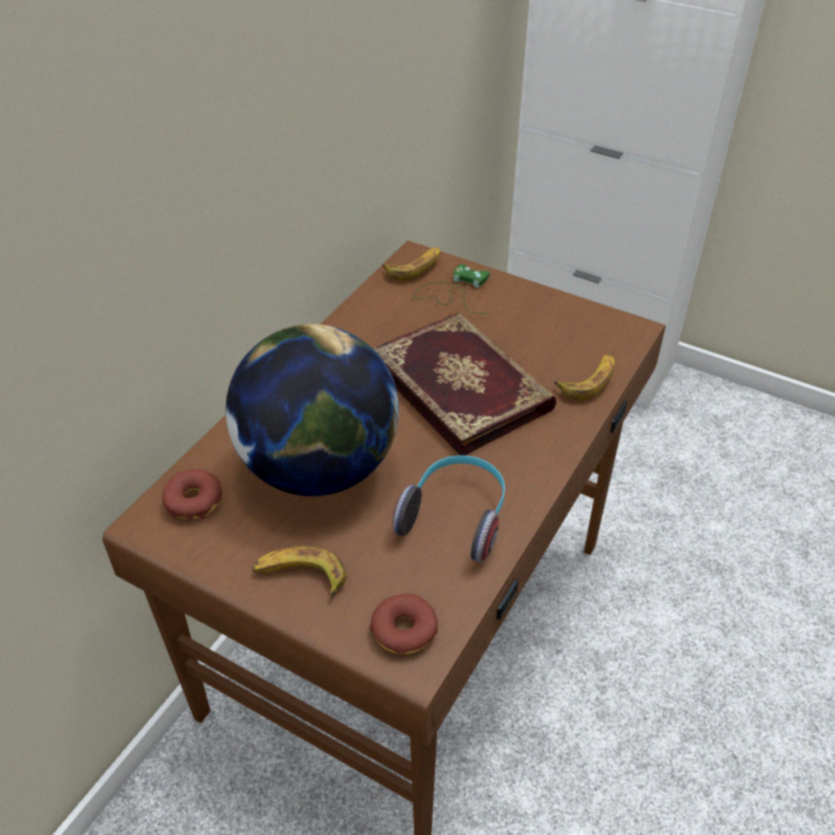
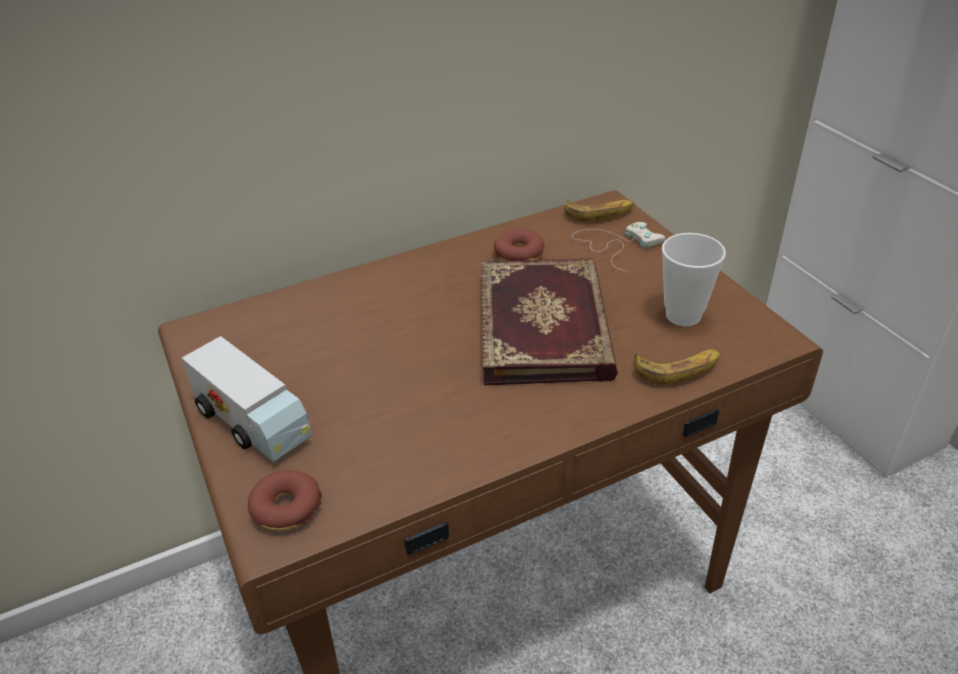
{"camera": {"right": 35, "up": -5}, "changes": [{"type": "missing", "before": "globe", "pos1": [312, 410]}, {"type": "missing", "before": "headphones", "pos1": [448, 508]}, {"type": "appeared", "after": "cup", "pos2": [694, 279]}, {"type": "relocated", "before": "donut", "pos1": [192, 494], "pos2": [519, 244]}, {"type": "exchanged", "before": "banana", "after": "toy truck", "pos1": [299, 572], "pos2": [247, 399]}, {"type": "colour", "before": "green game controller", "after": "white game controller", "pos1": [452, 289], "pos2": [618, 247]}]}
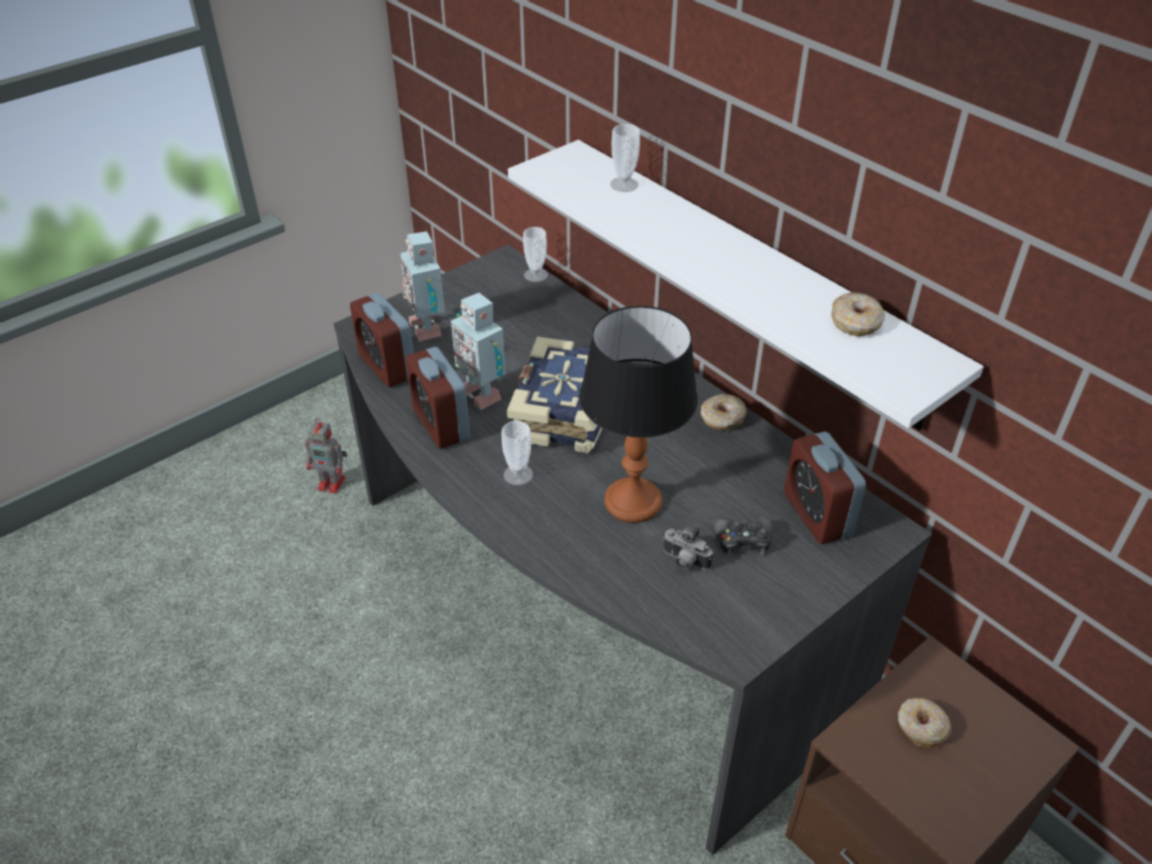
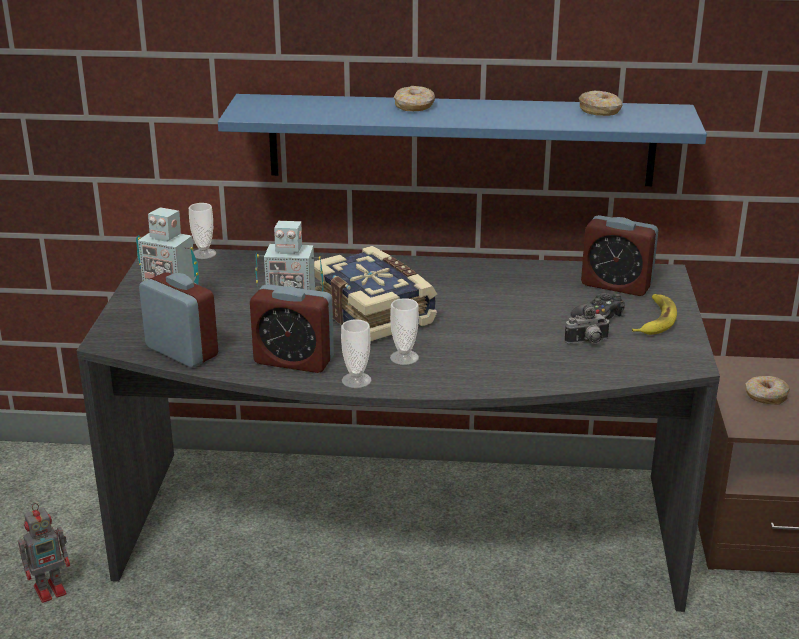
{"camera": {"right": -45, "up": -15}, "changes": [{"type": "missing", "before": "table lamp", "pos1": [639, 414]}, {"type": "appeared", "after": "banana", "pos2": [654, 314]}, {"type": "relocated", "before": "cup", "pos1": [625, 158], "pos2": [356, 353]}, {"type": "relocated", "before": "donut", "pos1": [723, 412], "pos2": [414, 98]}, {"type": "colour", "before": "white shelf", "after": "blue shelf", "pos1": [746, 285], "pos2": [462, 140]}, {"type": "spun", "before": "alarm clock", "pos1": [382, 340], "pos2": [178, 319], "turn": -150}]}
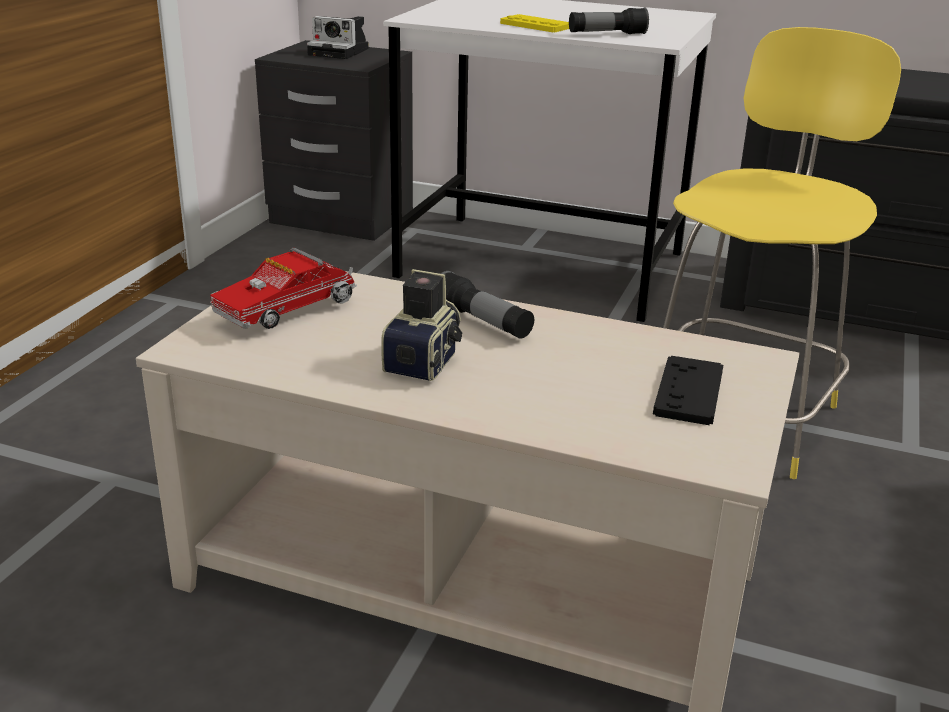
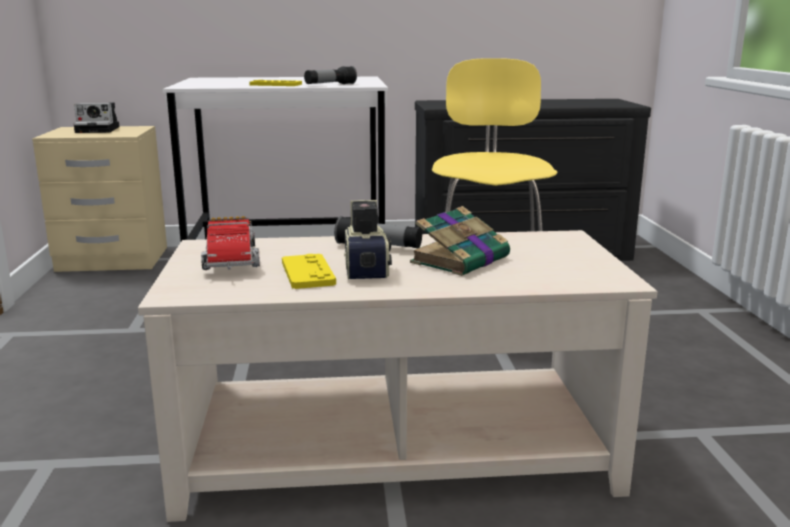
{"camera": {"right": -25, "up": -10}, "changes": [{"type": "missing", "before": "black game controller", "pos1": [688, 390]}, {"type": "appeared", "after": "yellow game controller", "pos2": [309, 271]}, {"type": "appeared", "after": "book", "pos2": [460, 241]}, {"type": "colour", "before": "black nightstand", "after": "beige nightstand", "pos1": [334, 140], "pos2": [99, 199]}, {"type": "spun", "before": "toy truck", "pos1": [283, 288], "pos2": [230, 243], "turn": 150}]}
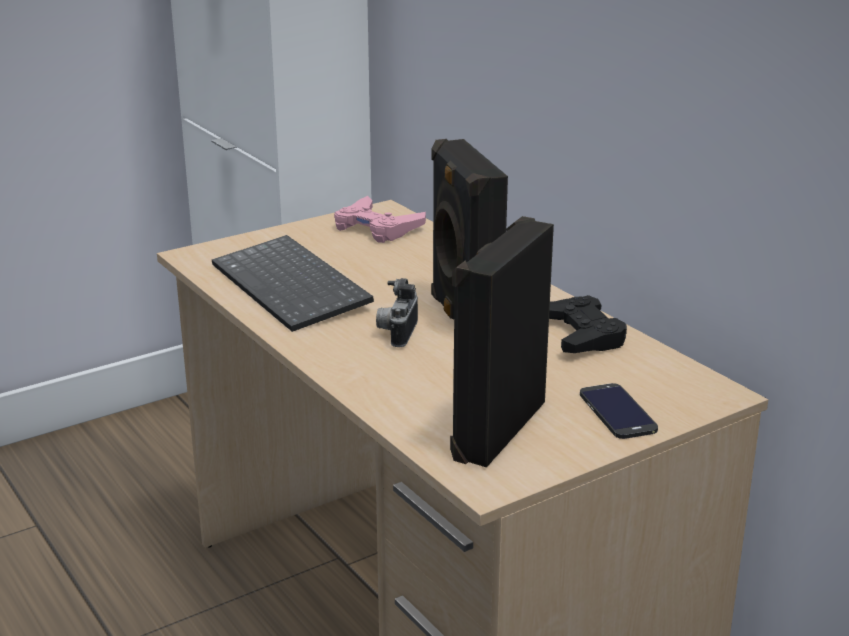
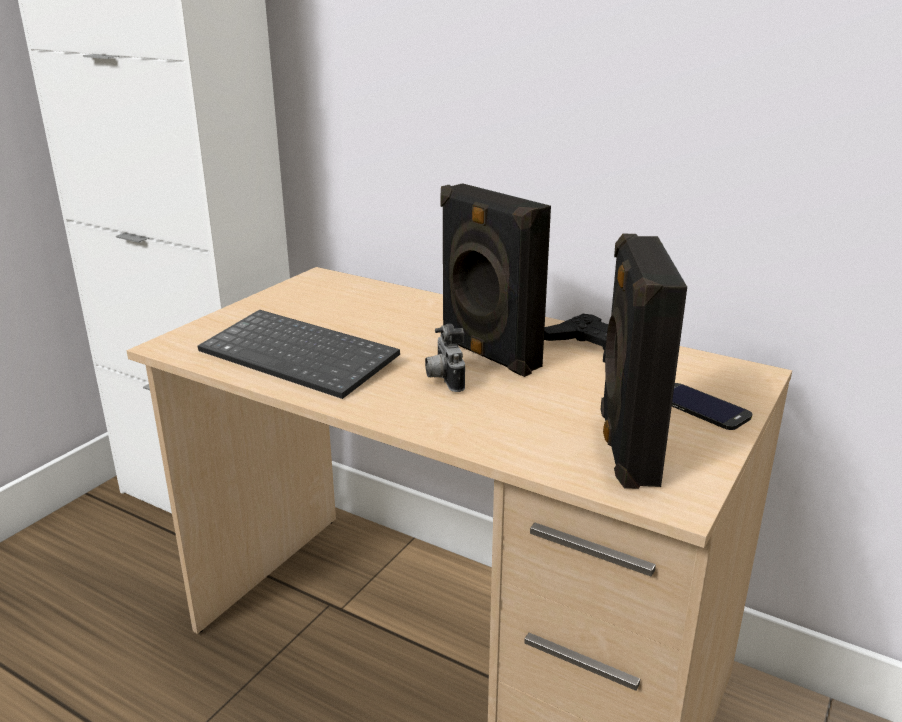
{"camera": {"right": -25, "up": 0}, "changes": [{"type": "missing", "before": "pink game controller", "pos1": [380, 219]}]}
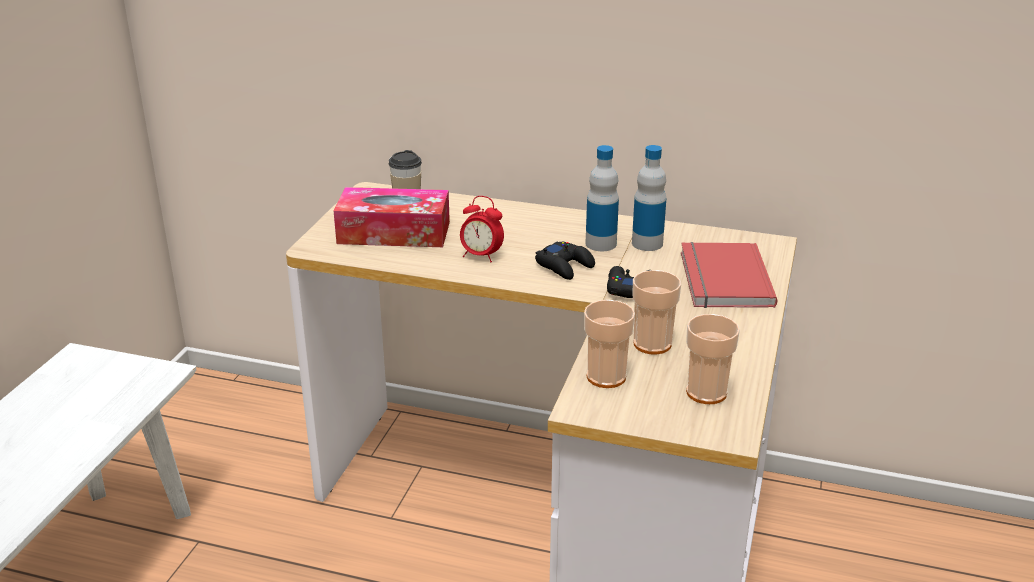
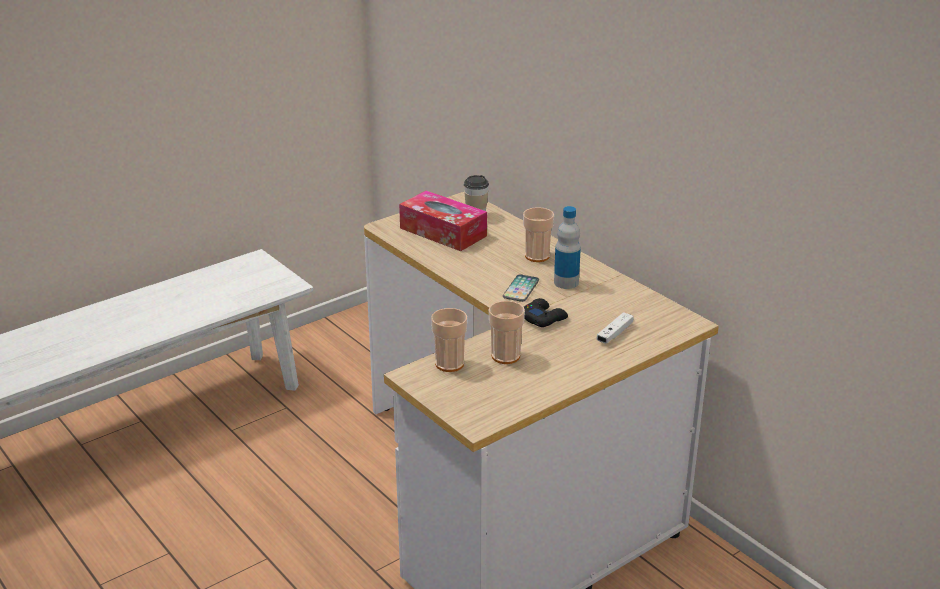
{"camera": {"right": 35, "up": 0}, "changes": [{"type": "missing", "before": "alarm clock", "pos1": [482, 229]}, {"type": "missing", "before": "bottle", "pos1": [649, 198]}, {"type": "relocated", "before": "cup", "pos1": [713, 359], "pos2": [538, 234]}, {"type": "exchanged", "before": "black game controller", "after": "phone", "pos1": [565, 261], "pos2": [521, 288]}, {"type": "exchanged", "before": "red book", "after": "white game controller", "pos1": [729, 275], "pos2": [615, 327]}]}
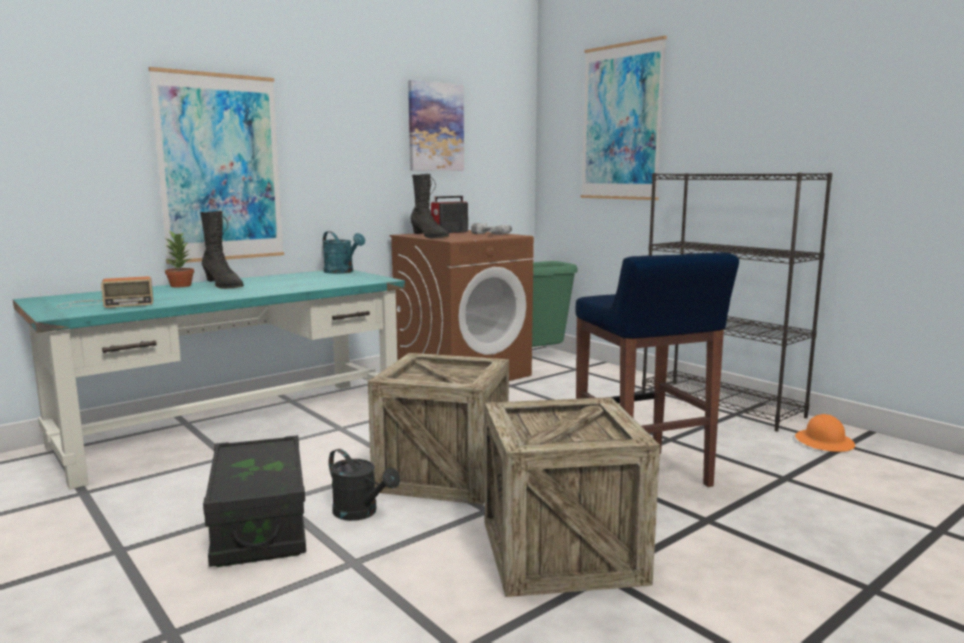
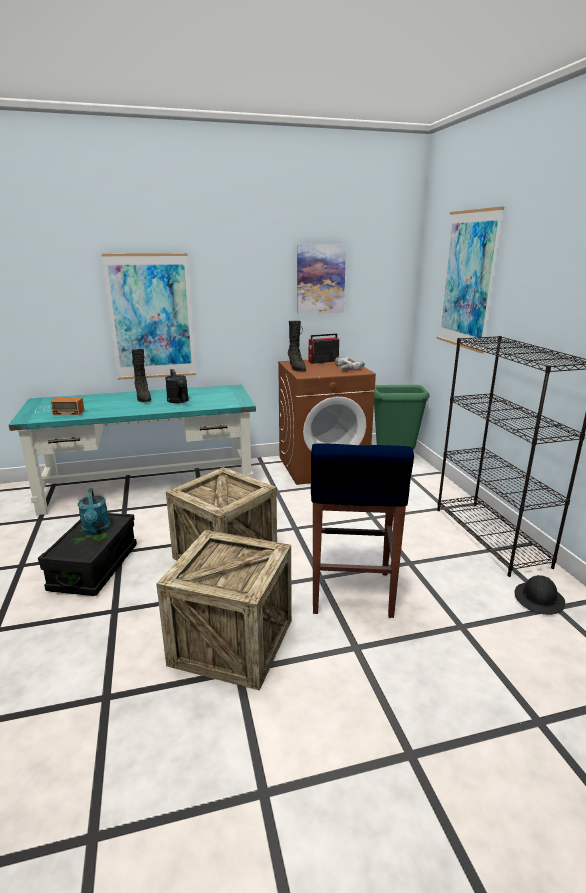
{"camera": {"right": 25, "up": 10}, "changes": [{"type": "missing", "before": "potted plant", "pos1": [179, 258]}, {"type": "relocated", "before": "turquoise watering can", "pos1": [344, 252], "pos2": [94, 511]}, {"type": "relocated", "before": "black watering can", "pos1": [364, 485], "pos2": [177, 386]}, {"type": "colour", "before": "orange hard hat", "after": "black hard hat", "pos1": [825, 433], "pos2": [539, 595]}]}
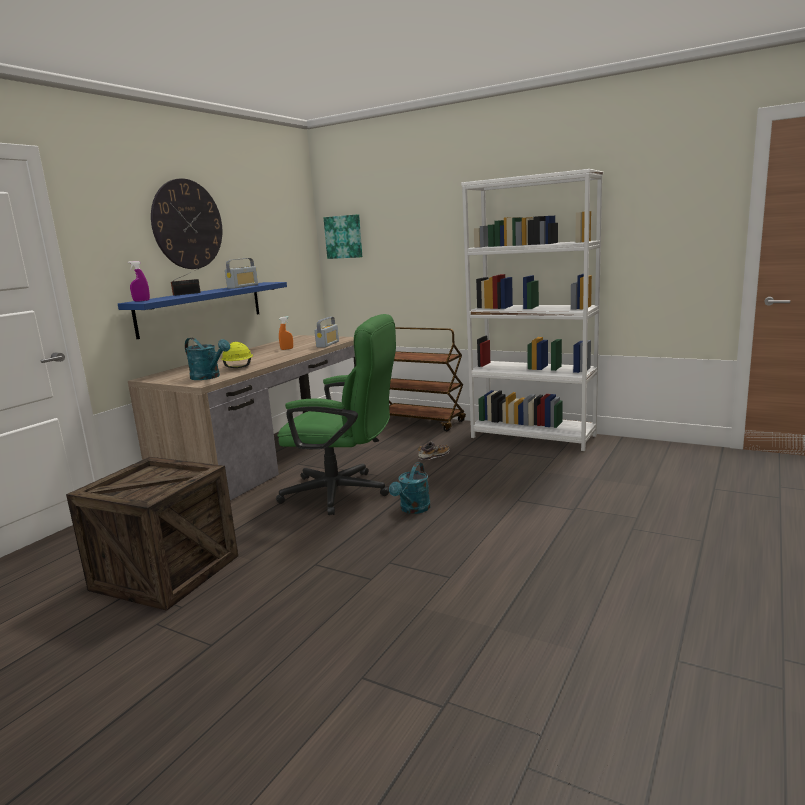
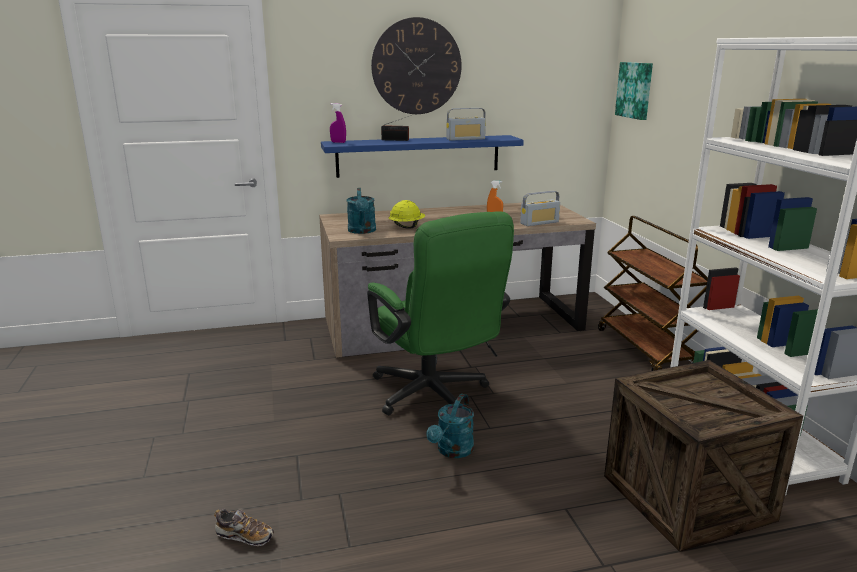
{"camera": {"right": 45, "up": 5}, "changes": [{"type": "relocated", "before": "crate", "pos1": [152, 534], "pos2": [703, 456]}, {"type": "relocated", "before": "shoe", "pos1": [434, 451], "pos2": [244, 527]}, {"type": "spun", "before": "turquoise watering can", "pos1": [410, 488], "pos2": [450, 426], "turn": -45}]}
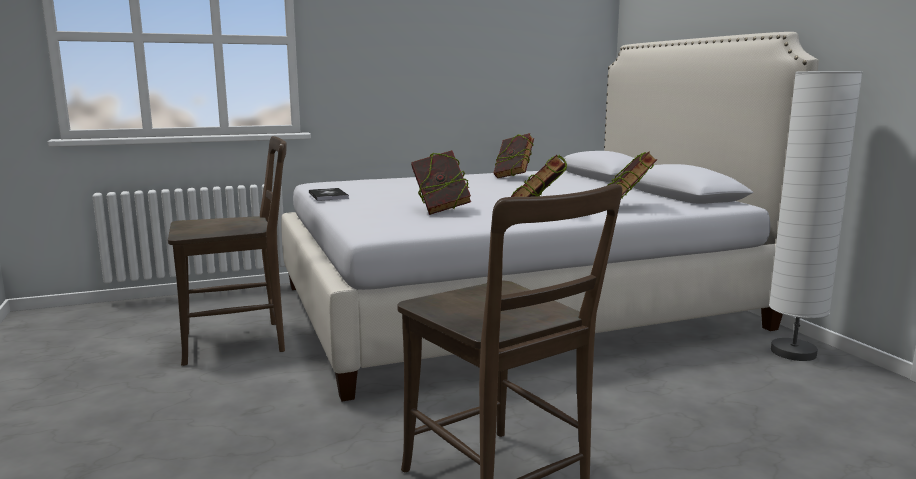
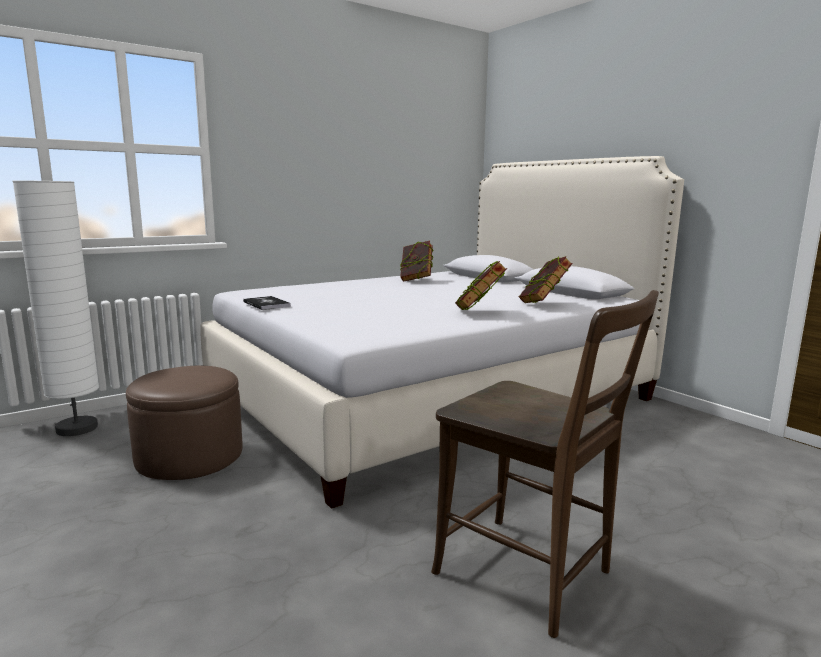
{"camera": {"right": -15, "up": 0}, "changes": [{"type": "missing", "before": "book", "pos1": [441, 182]}, {"type": "relocated", "before": "white floor lamp", "pos1": [816, 216], "pos2": [55, 308]}, {"type": "exchanged", "before": "brown chair", "after": "brown ottoman", "pos1": [227, 251], "pos2": [184, 423]}]}
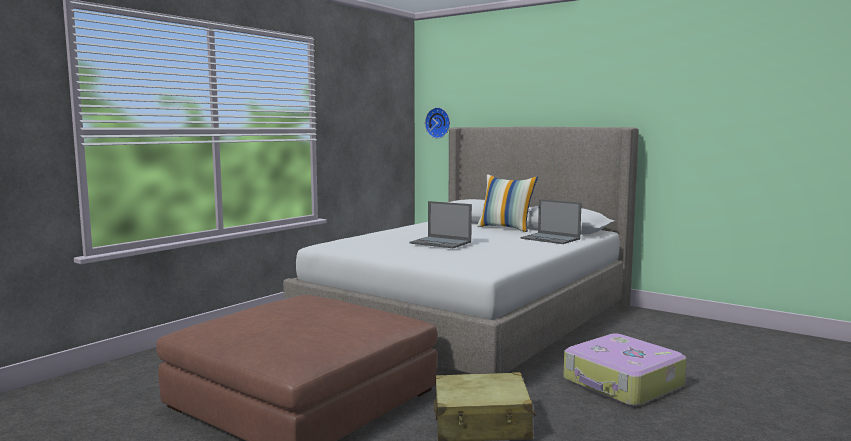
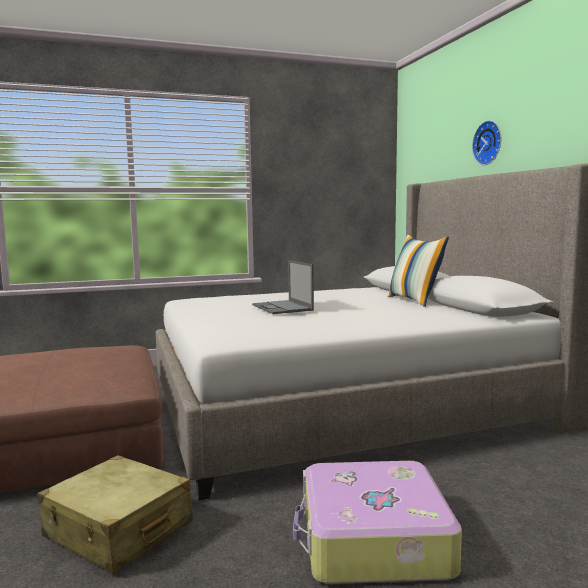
{"camera": {"right": 35, "up": 0}, "changes": [{"type": "missing", "before": "laptop", "pos1": [551, 221]}, {"type": "relocated", "before": "wall clock", "pos1": [437, 122], "pos2": [486, 142]}]}
